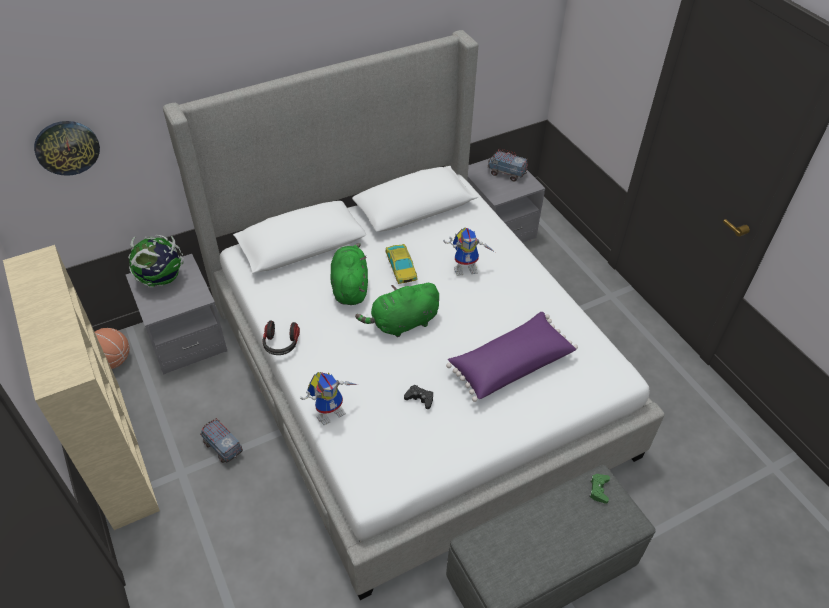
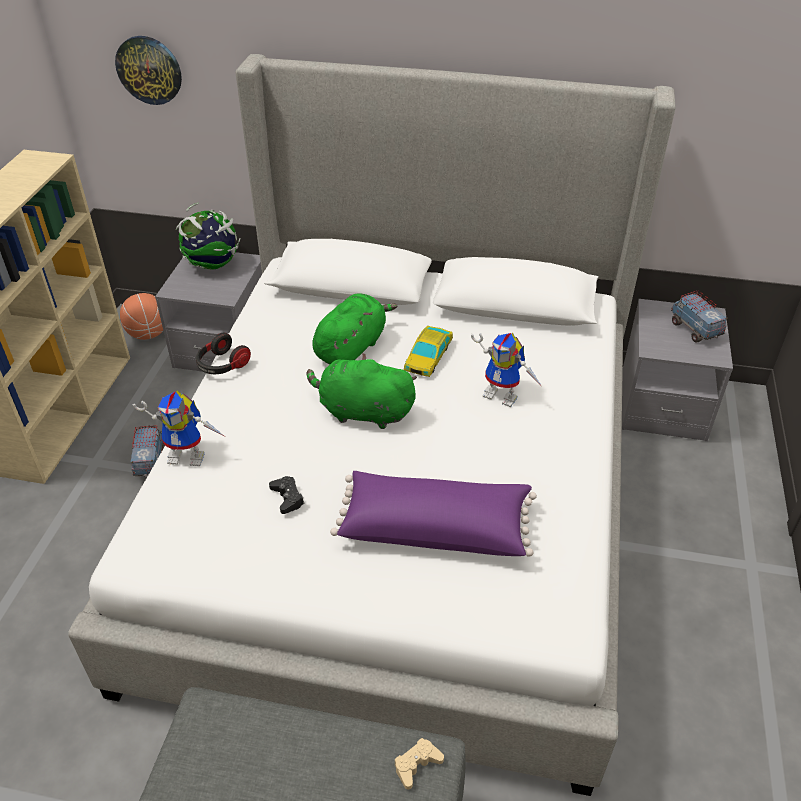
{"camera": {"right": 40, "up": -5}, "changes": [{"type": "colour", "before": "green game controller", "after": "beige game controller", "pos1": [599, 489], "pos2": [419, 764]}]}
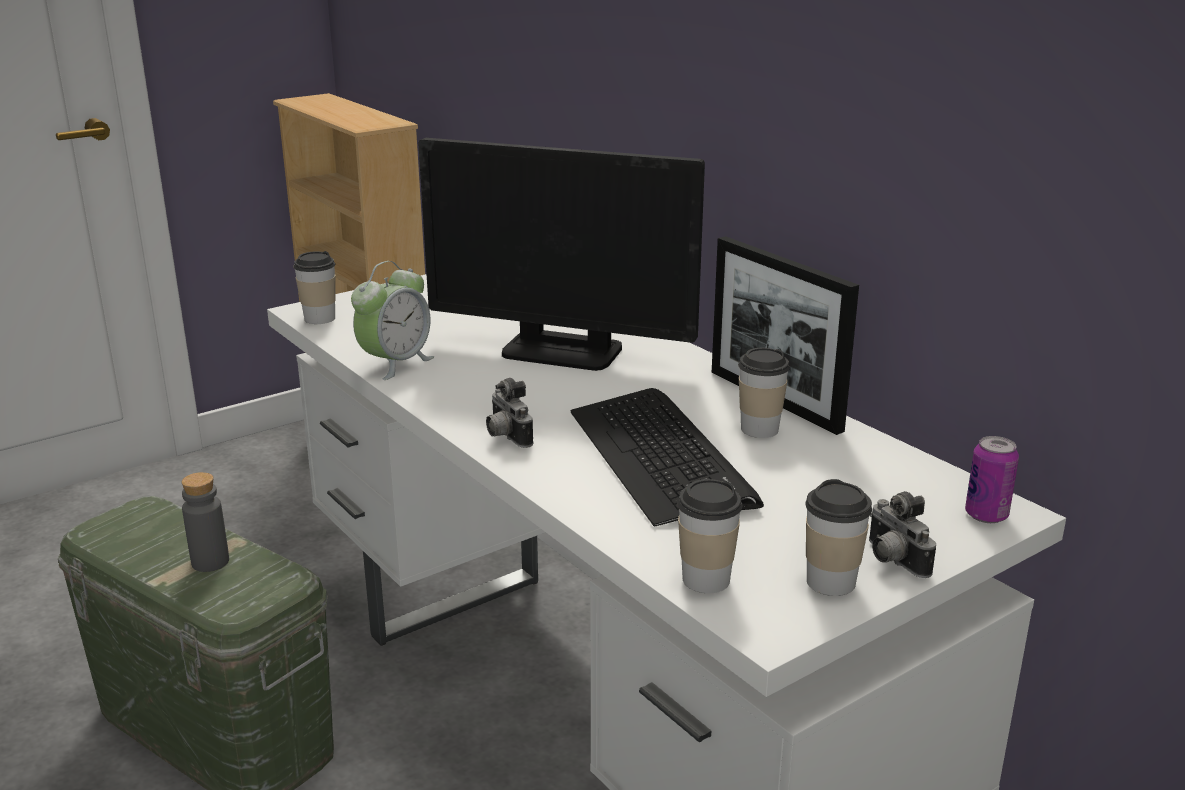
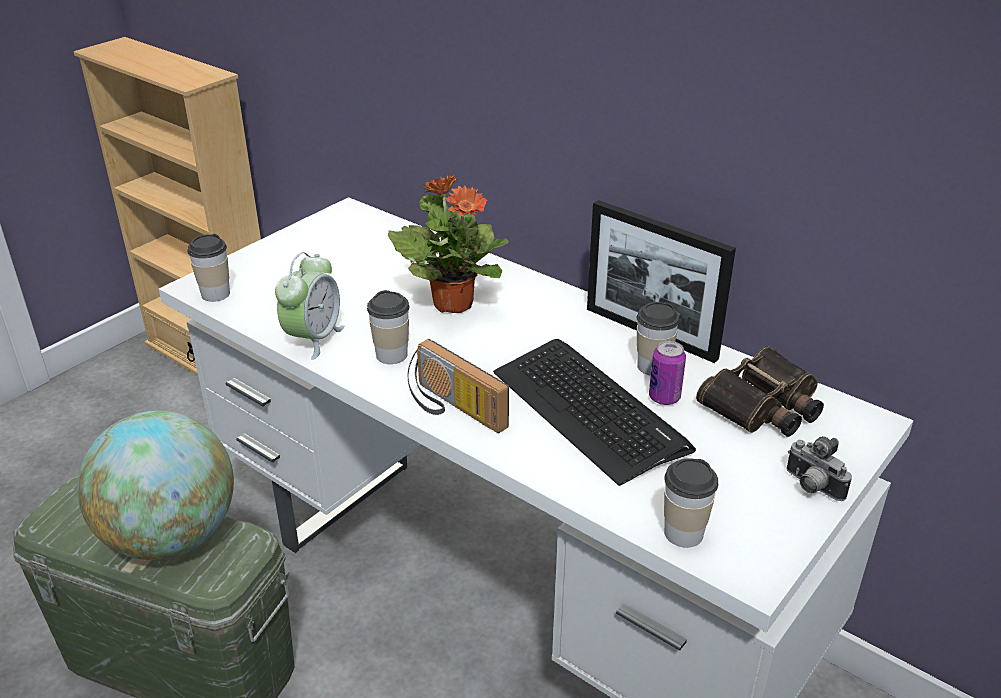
{"camera": {"right": -15, "up": 10}, "changes": [{"type": "appeared", "after": "binoculars", "pos2": [760, 391]}, {"type": "relocated", "before": "cup", "pos1": [838, 537], "pos2": [388, 327]}, {"type": "relocated", "before": "can", "pos1": [992, 479], "pos2": [667, 373]}, {"type": "exchanged", "before": "grey bottle", "after": "globe", "pos1": [205, 522], "pos2": [155, 485]}, {"type": "exchanged", "before": "monitor", "after": "potted plant", "pos1": [561, 254], "pos2": [448, 243]}, {"type": "exchanged", "before": "photo camera", "after": "radio", "pos1": [510, 413], "pos2": [458, 386]}]}
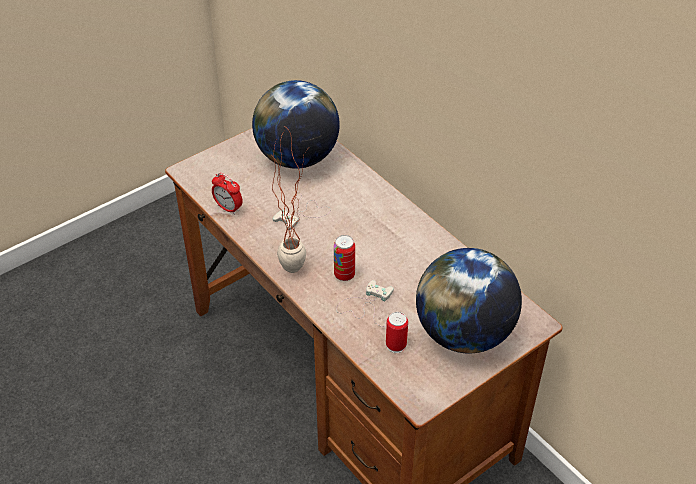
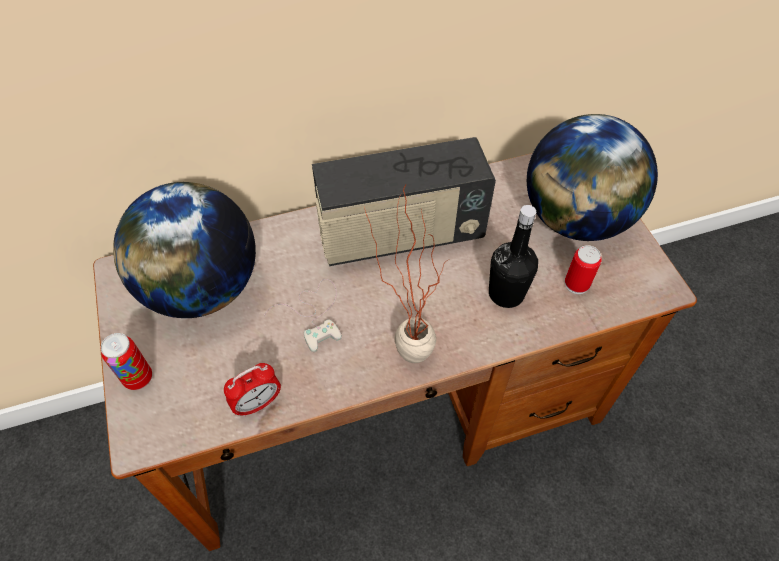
{"camera": {"right": -70, "up": 10}, "changes": [{"type": "appeared", "after": "radio", "pos2": [404, 201]}, {"type": "relocated", "before": "can", "pos1": [344, 258], "pos2": [126, 361]}, {"type": "exchanged", "before": "white game controller", "after": "black bottle", "pos1": [365, 303], "pos2": [513, 256]}]}
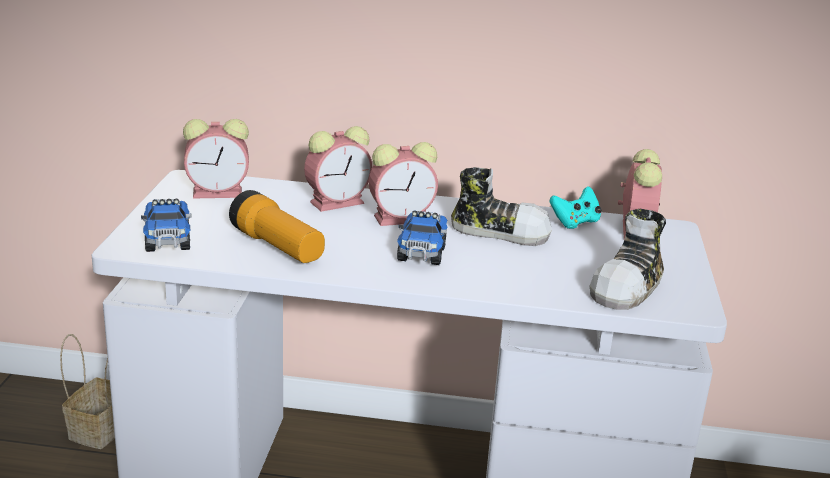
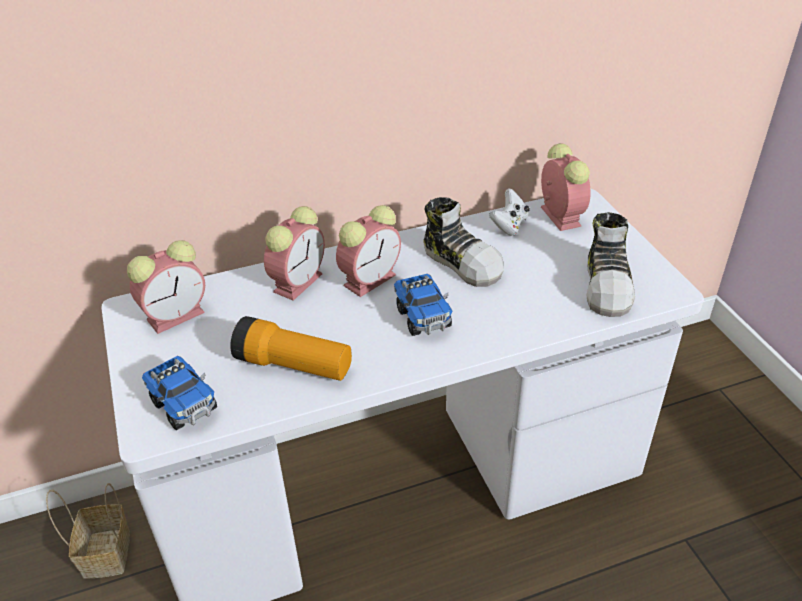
{"camera": {"right": -25, "up": 15}, "changes": [{"type": "colour", "before": "turquoise game controller", "after": "white game controller", "pos1": [575, 207], "pos2": [509, 212]}, {"type": "spun", "before": "shoe", "pos1": [501, 206], "pos2": [463, 242], "turn": 60}]}
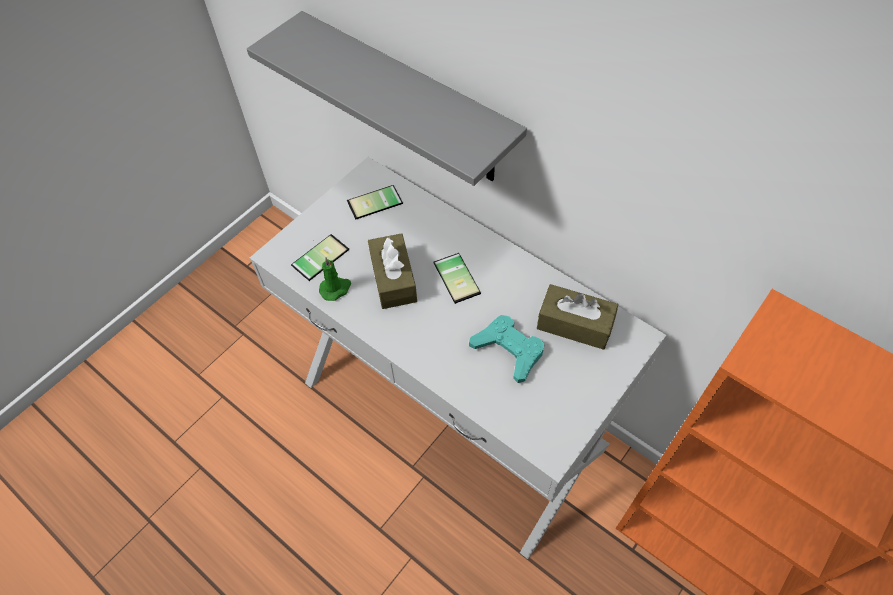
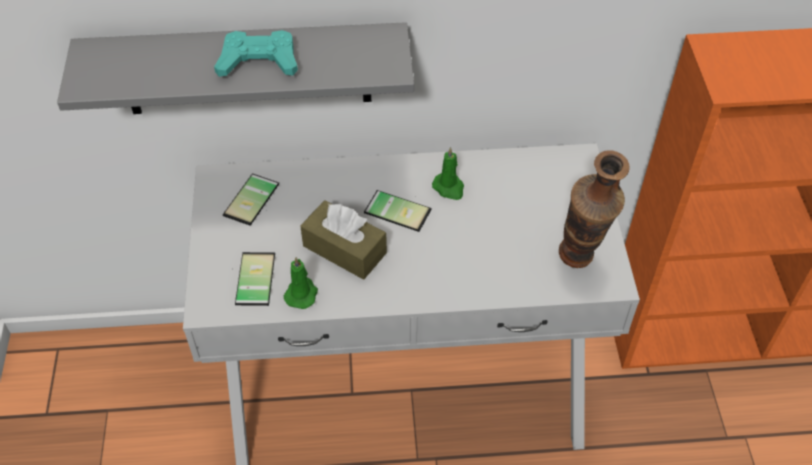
{"camera": {"right": -45, "up": -5}, "changes": [{"type": "missing", "before": "brown tissue box", "pos1": [577, 317]}, {"type": "appeared", "after": "green candle", "pos2": [448, 173]}, {"type": "appeared", "after": "vase", "pos2": [594, 209]}, {"type": "relocated", "before": "turquoise game controller", "pos1": [506, 349], "pos2": [256, 53]}]}
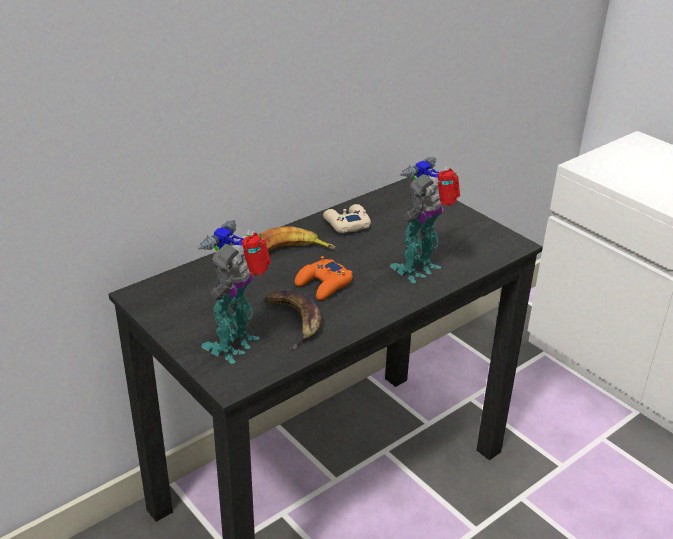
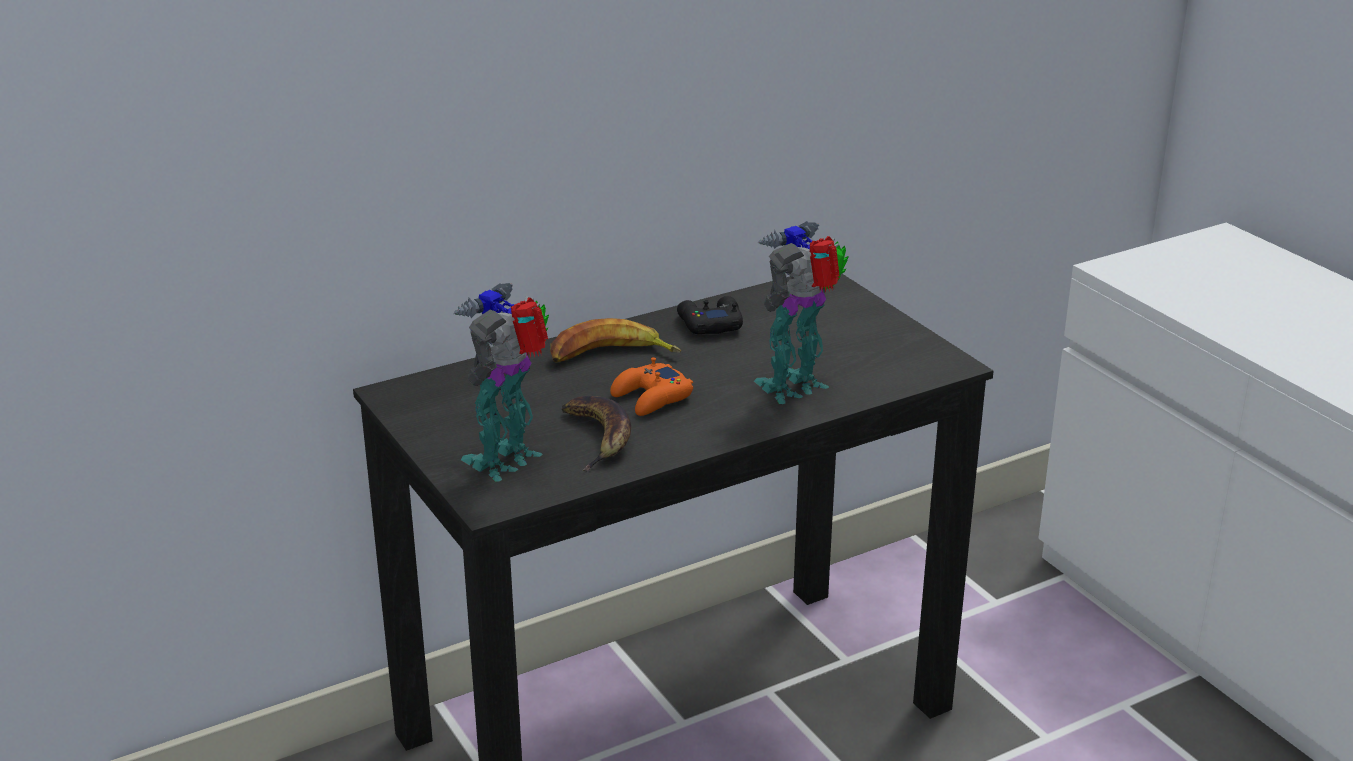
{"camera": {"right": 10, "up": -5}, "changes": [{"type": "colour", "before": "beige game controller", "after": "black game controller", "pos1": [347, 218], "pos2": [710, 315]}]}
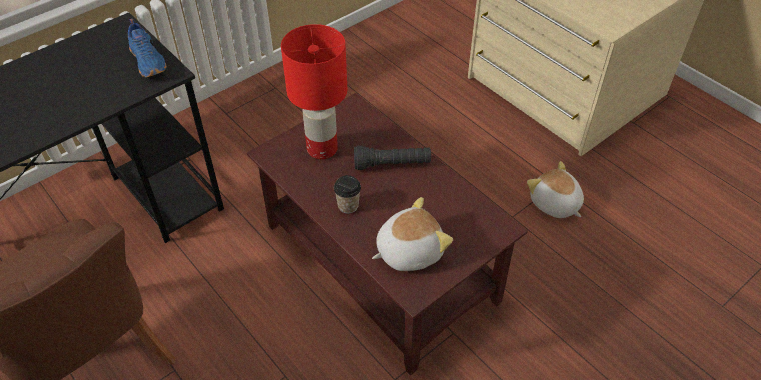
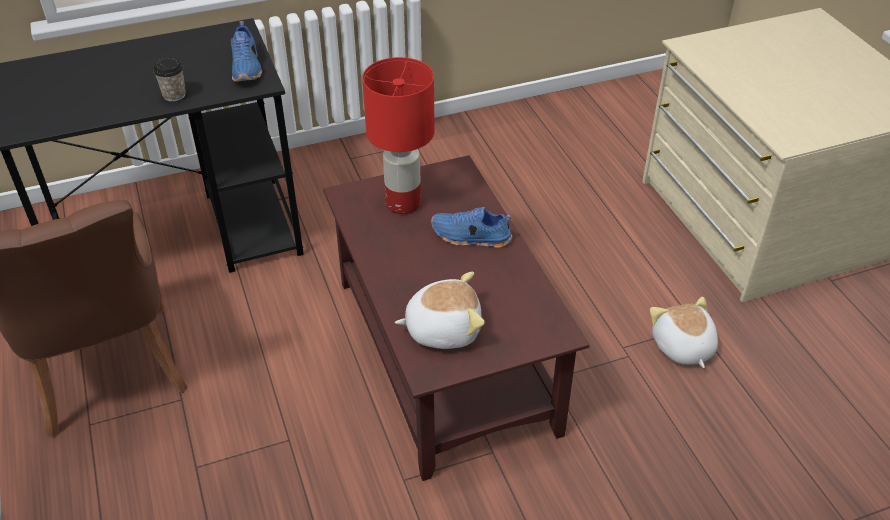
{"camera": {"right": 20, "up": -5}, "changes": [{"type": "relocated", "before": "cup", "pos1": [347, 194], "pos2": [169, 79]}, {"type": "exchanged", "before": "black flashlight", "after": "blue shoe", "pos1": [392, 157], "pos2": [471, 227]}]}
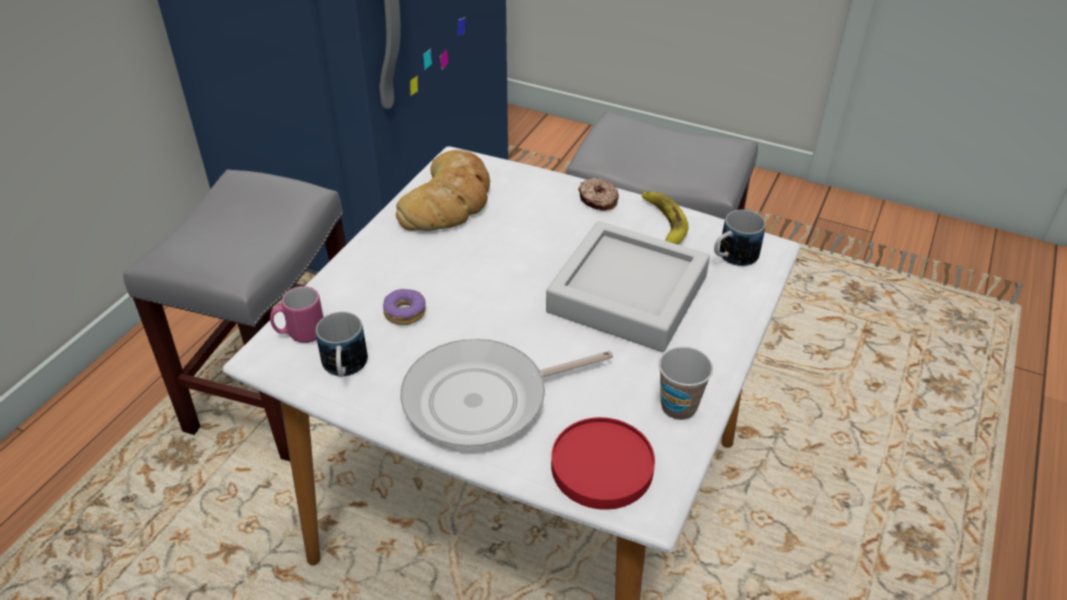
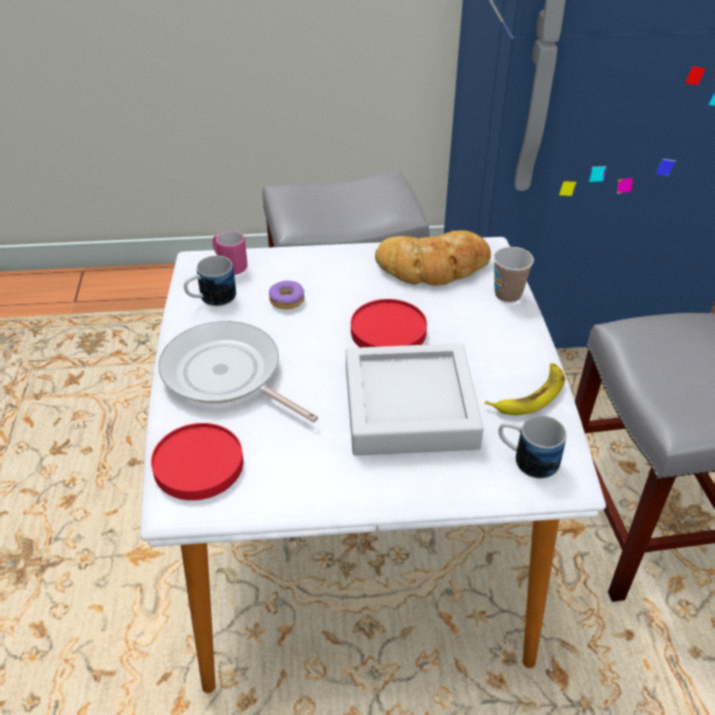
{"camera": {"right": 60, "up": 0}, "changes": [{"type": "missing", "before": "donut", "pos1": [598, 194]}, {"type": "appeared", "after": "red plate", "pos2": [389, 323]}, {"type": "relocated", "before": "cup", "pos1": [686, 383], "pos2": [513, 275]}]}
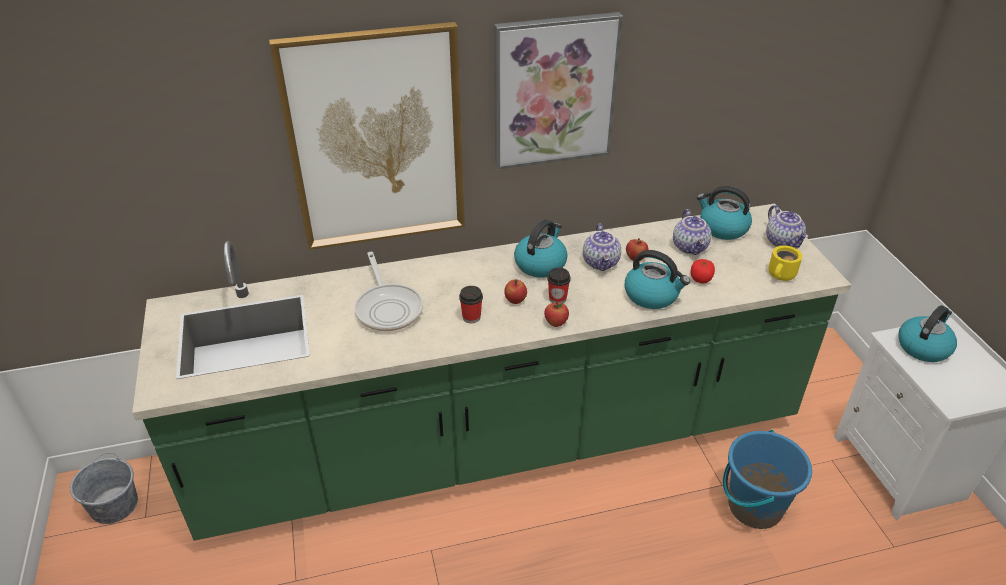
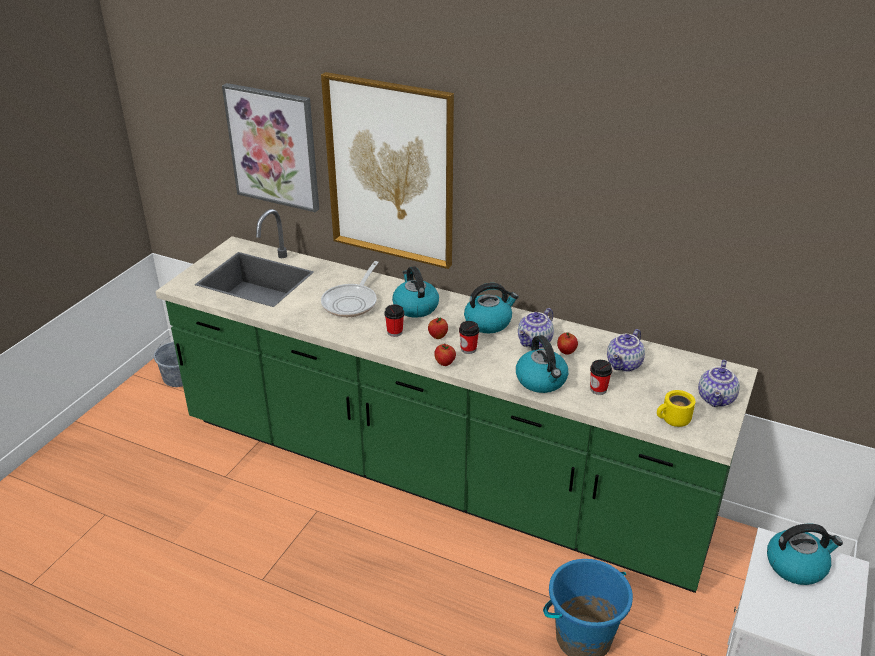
{"camera": {"right": 40, "up": -5}, "changes": [{"type": "relocated", "before": "picture", "pos1": [558, 91], "pos2": [270, 147]}, {"type": "relocated", "before": "kettle", "pos1": [724, 213], "pos2": [415, 292]}, {"type": "exchanged", "before": "tomato", "after": "cup", "pos1": [703, 271], "pos2": [601, 377]}]}
